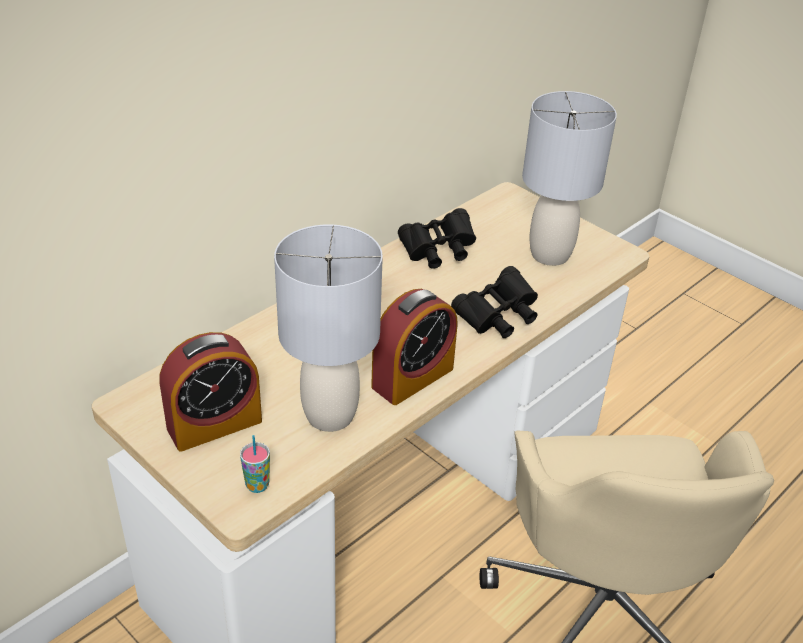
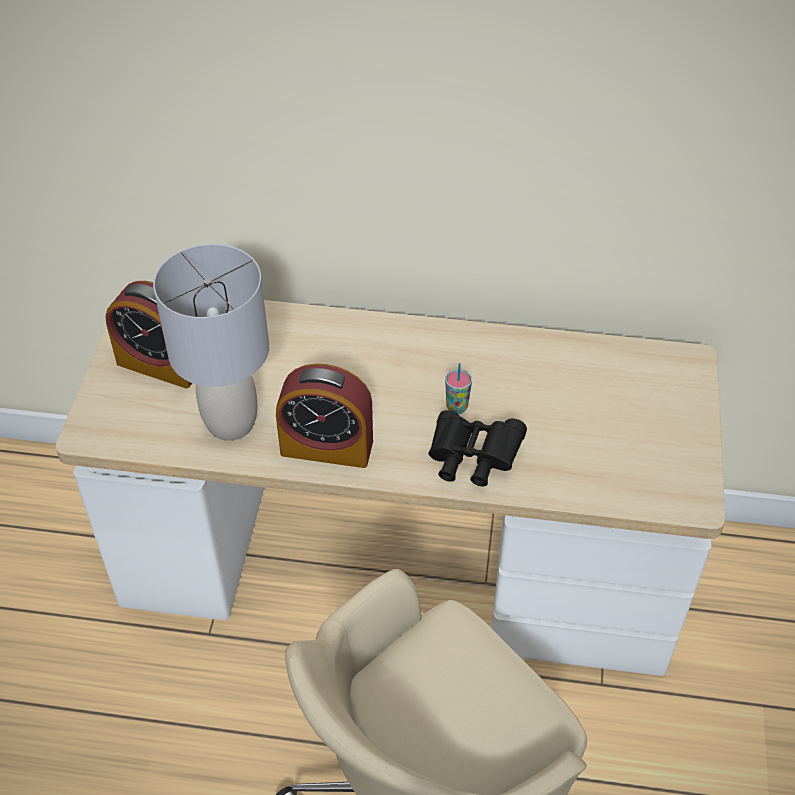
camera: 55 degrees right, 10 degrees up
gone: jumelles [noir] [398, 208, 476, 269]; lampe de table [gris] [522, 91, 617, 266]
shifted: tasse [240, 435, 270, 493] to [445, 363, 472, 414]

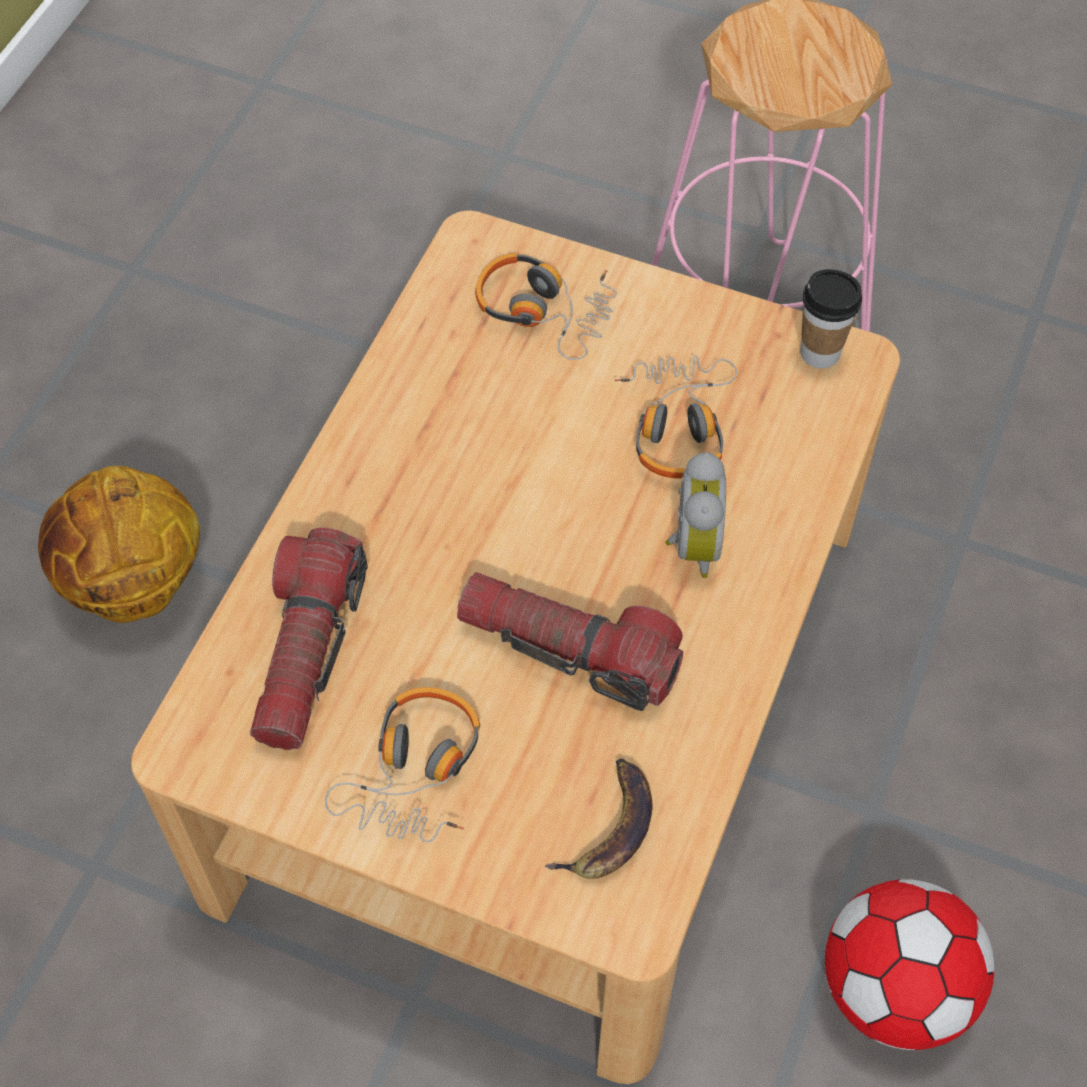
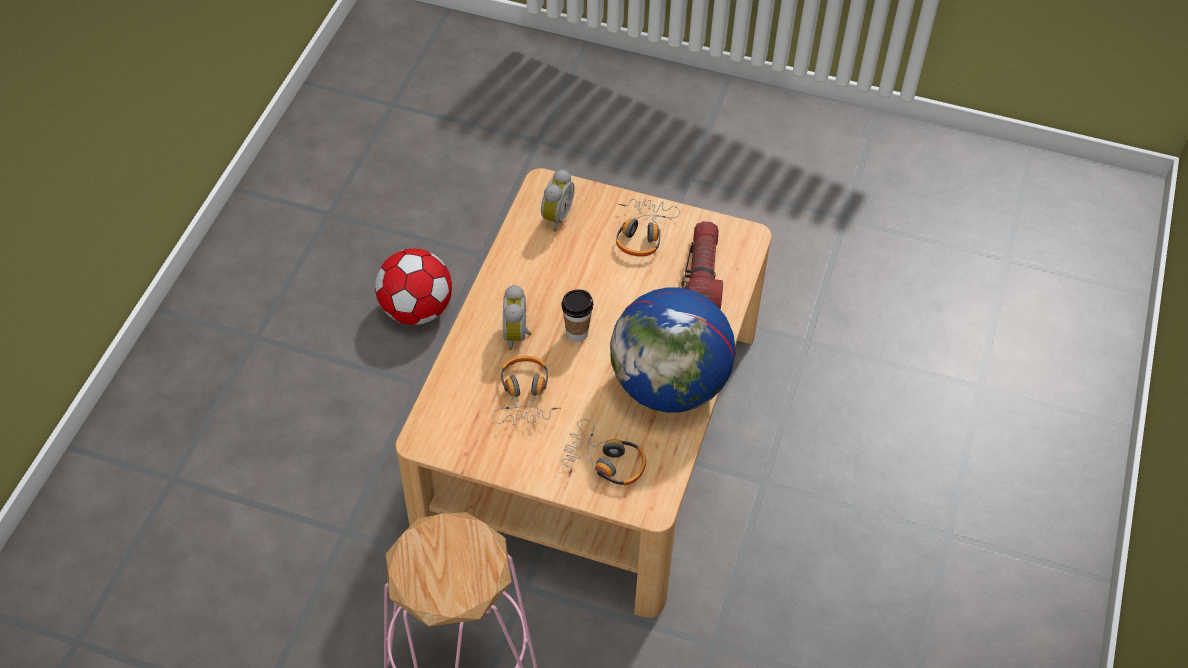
camera: 175 degrees right, 5 degrees down
gone: ballon de basket [38, 466, 200, 623]; lampe de poche [457, 572, 683, 711]
new: globe [610, 288, 736, 413]
shifted: tasse [801, 269, 862, 368] to [562, 290, 593, 342]
swapped: banane [545, 758, 653, 879] to réveil [541, 169, 575, 232]

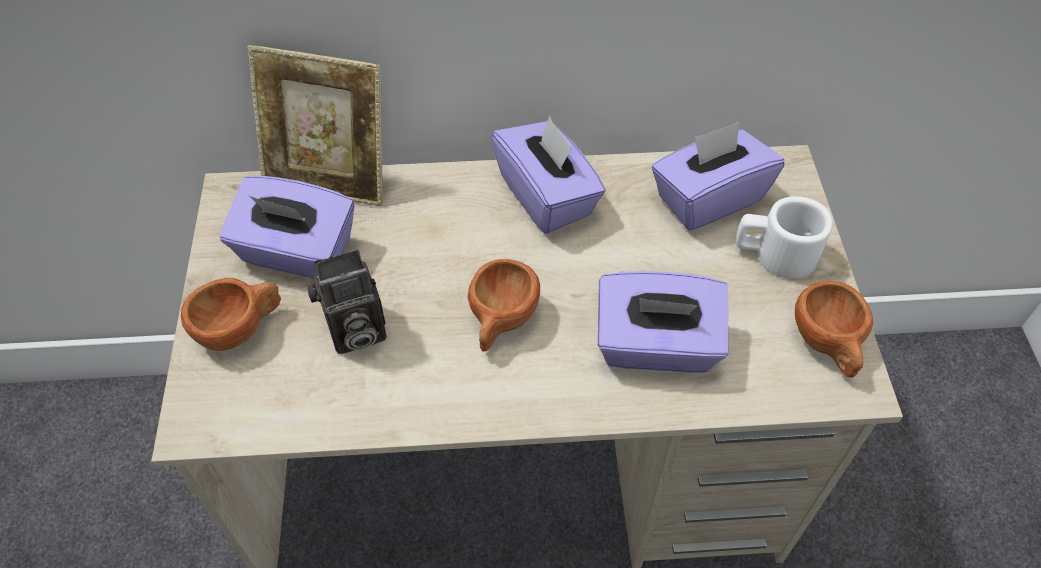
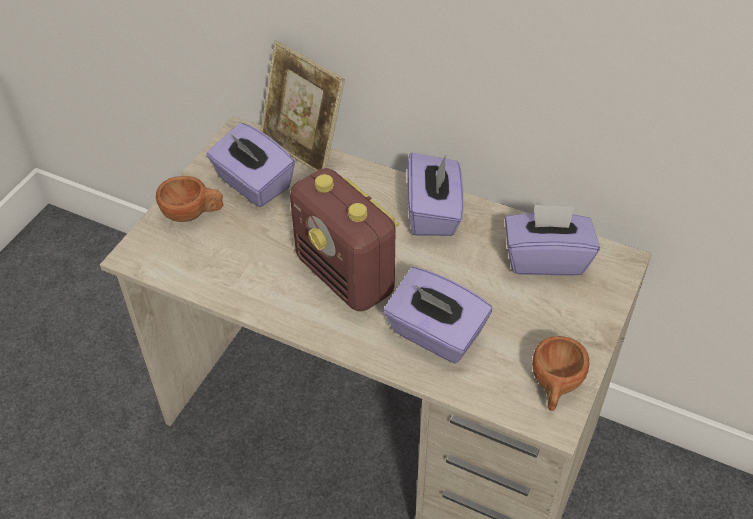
camera: 30 degrees right, 5 degrees down
gone: appareil photo [307, 249, 386, 354]; mug [blanc] [736, 196, 832, 279]
swapped: tasse [marron] [468, 259, 540, 351] to radio [290, 168, 399, 311]

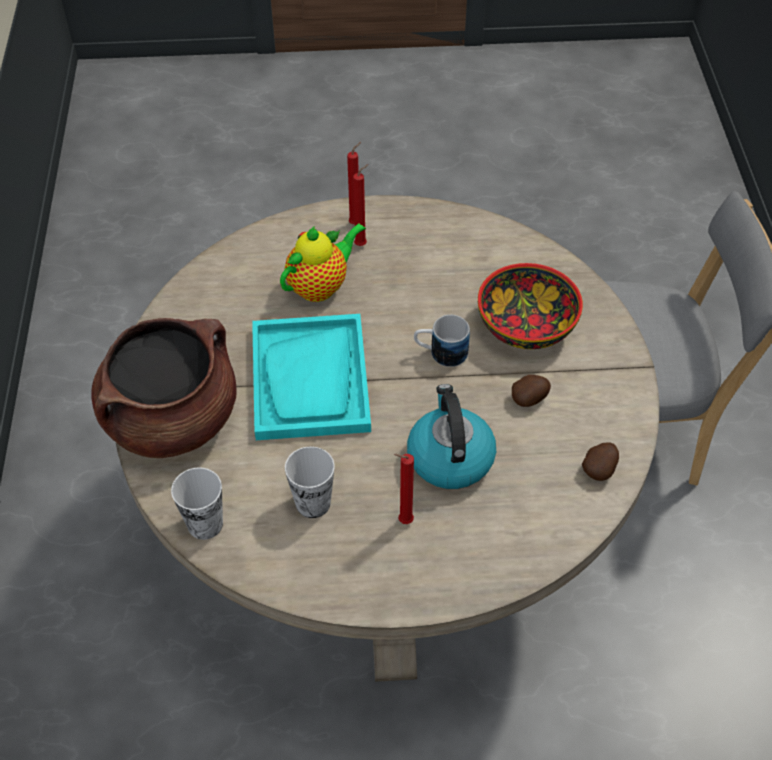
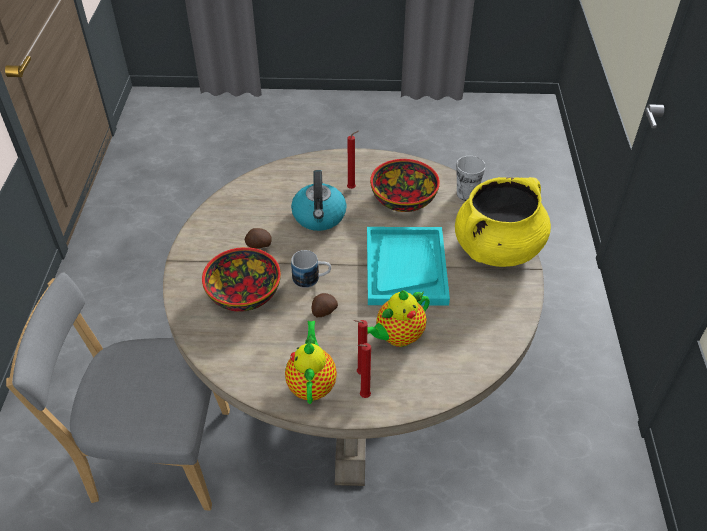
camera: 175 degrees left, 5 degrees down
new: théière [285, 321, 337, 404]
shifted: pomme de terre [582, 442, 619, 481] to [312, 293, 338, 317]
swapped: tasse [285, 446, 334, 518] to bol [370, 159, 440, 212]
repainted: marmite [marron] [91, 318, 237, 458] to marmite [jaune] [455, 177, 551, 267]

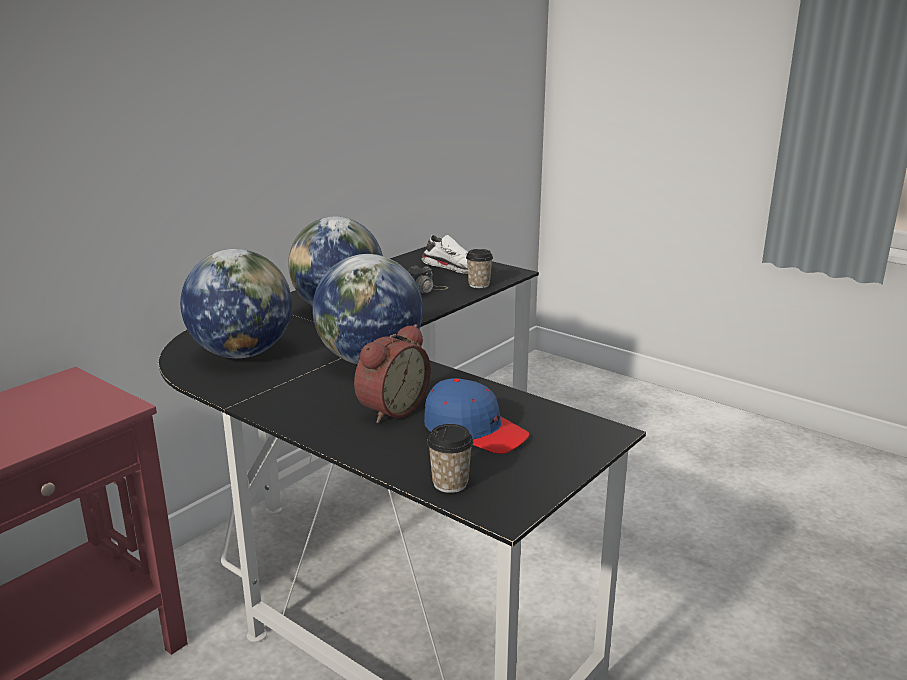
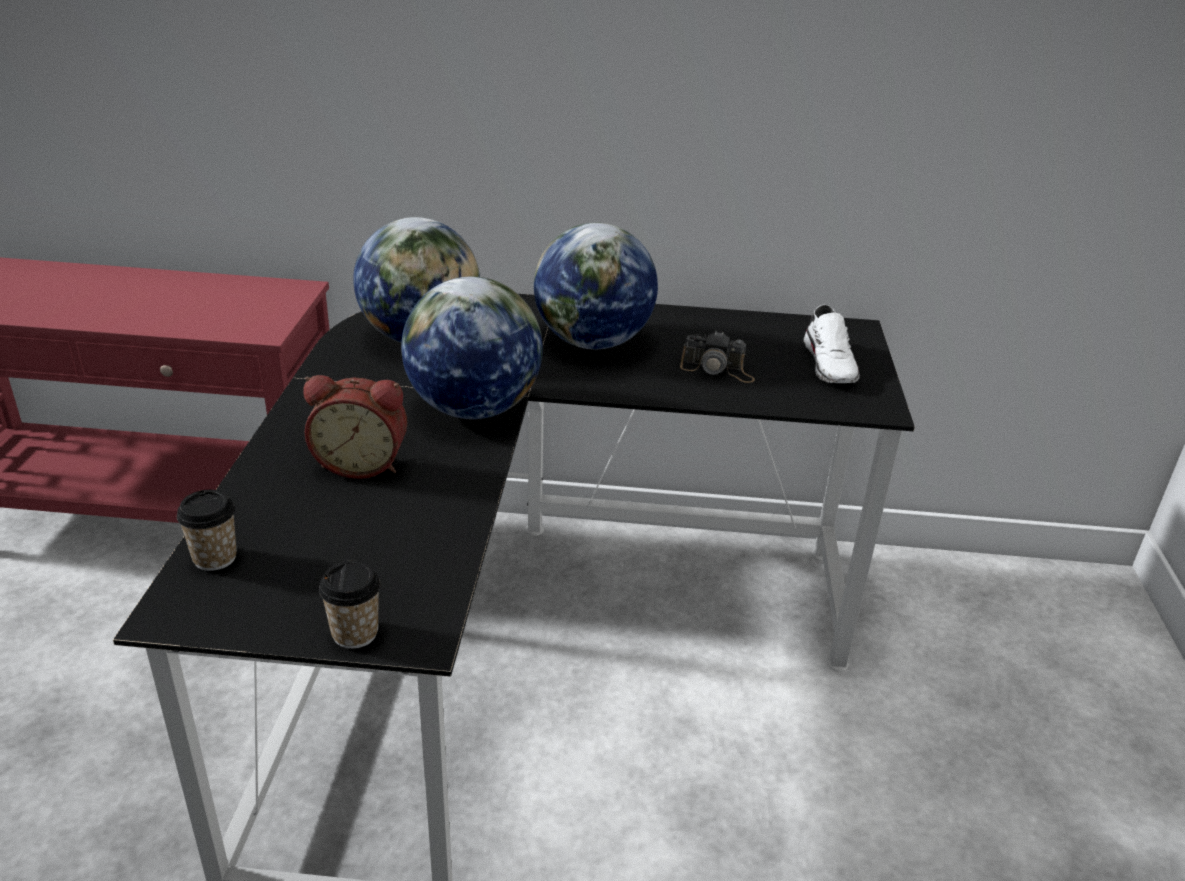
camera: 55 degrees right, 10 degrees up
gone: casquette [bleu] [424, 378, 530, 454]
shifted: tasse [466, 249, 493, 288] to [319, 560, 381, 649]

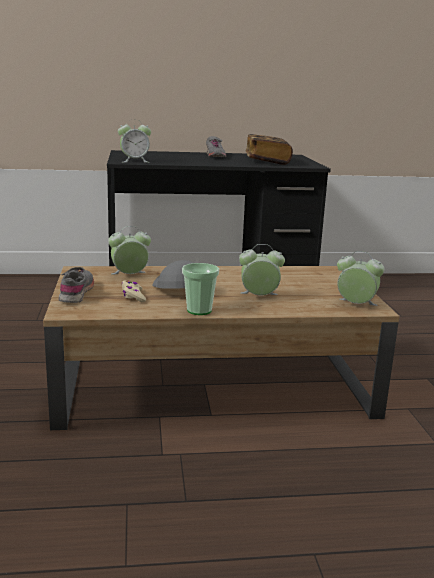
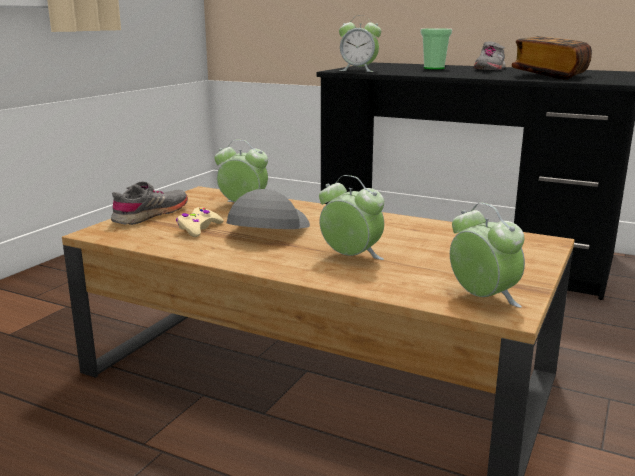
camera: 35 degrees right, 0 degrees up
shifted: tasse [182, 263, 219, 315] to [420, 28, 452, 69]

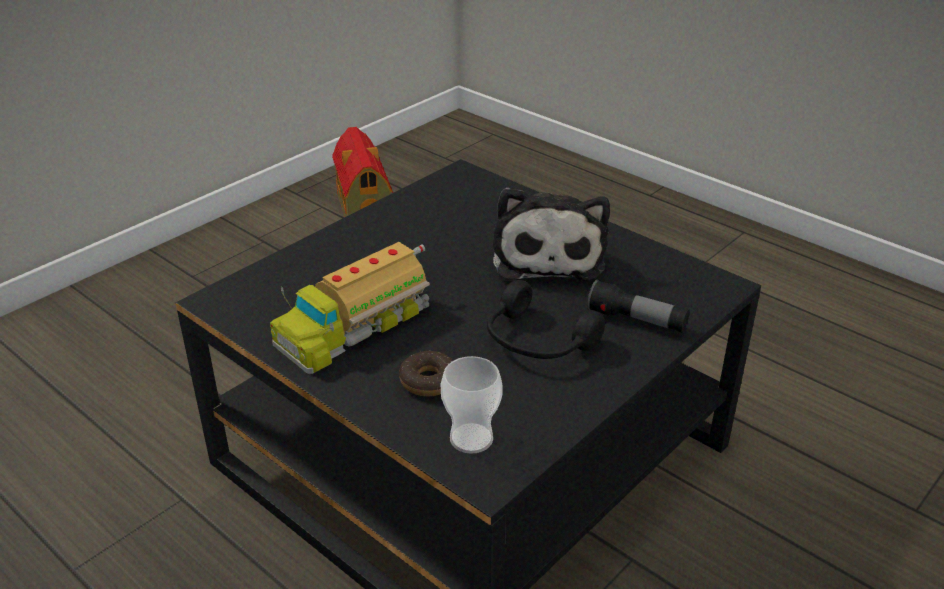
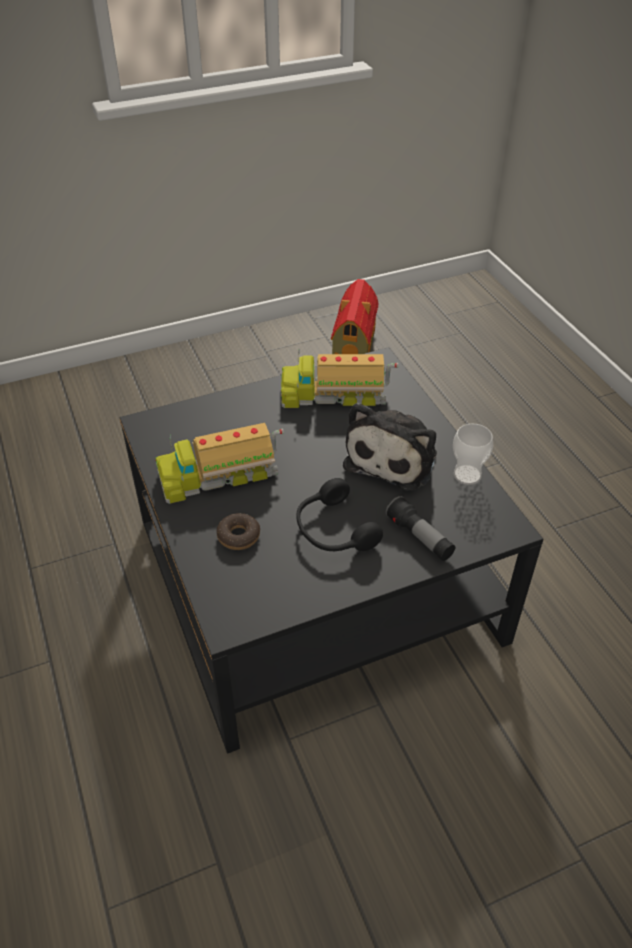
camera: 25 degrees right, 10 degrees up
new: camion jouet [281, 349, 398, 408]
shifted: tasse [441, 356, 503, 454] to [453, 424, 493, 485]

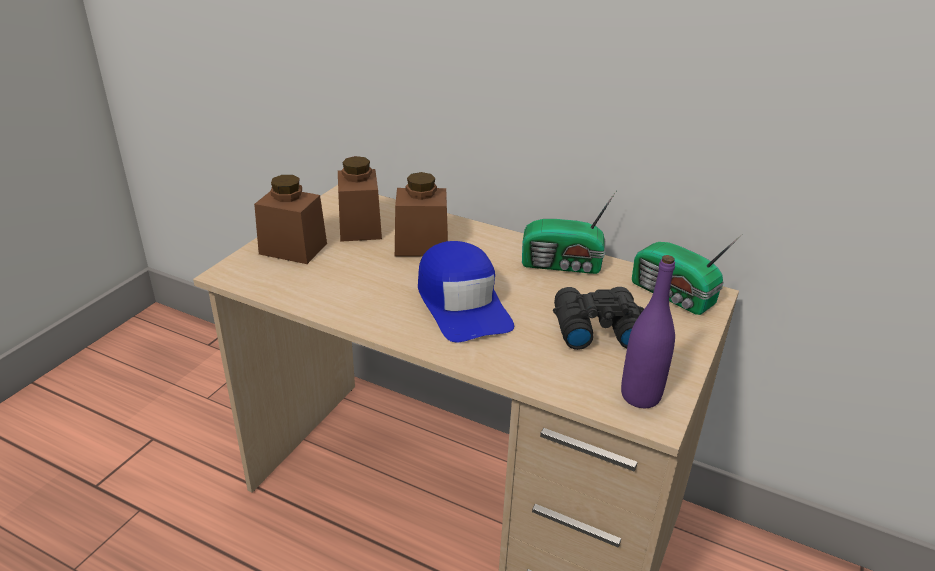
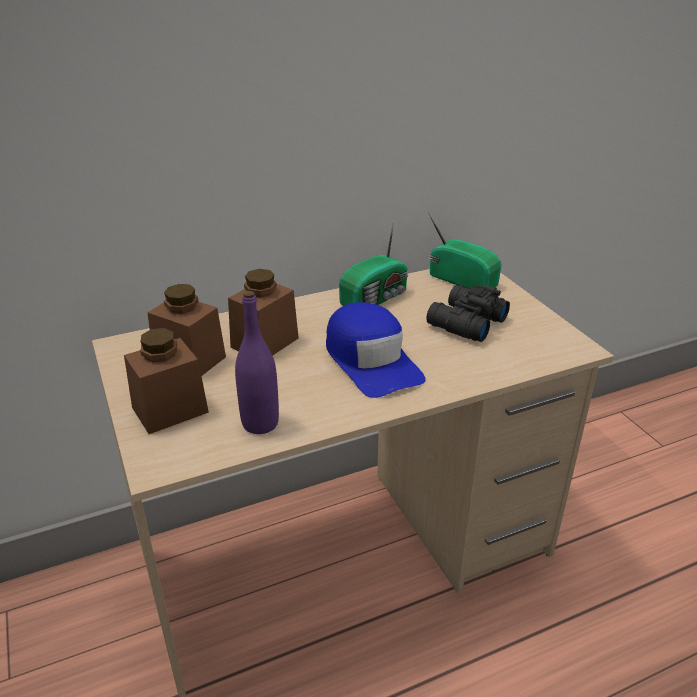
camera: 50 degrees left, 0 degrees up
shifted: bouteille [violet] [621, 255, 675, 408] to [235, 291, 279, 434]
rotated: casquette [bleu] [418, 241, 514, 342] = [326, 302, 426, 398] 45 degrees clockwise; radio [632, 234, 743, 315] = [428, 212, 502, 289] 135 degrees counterclockwise

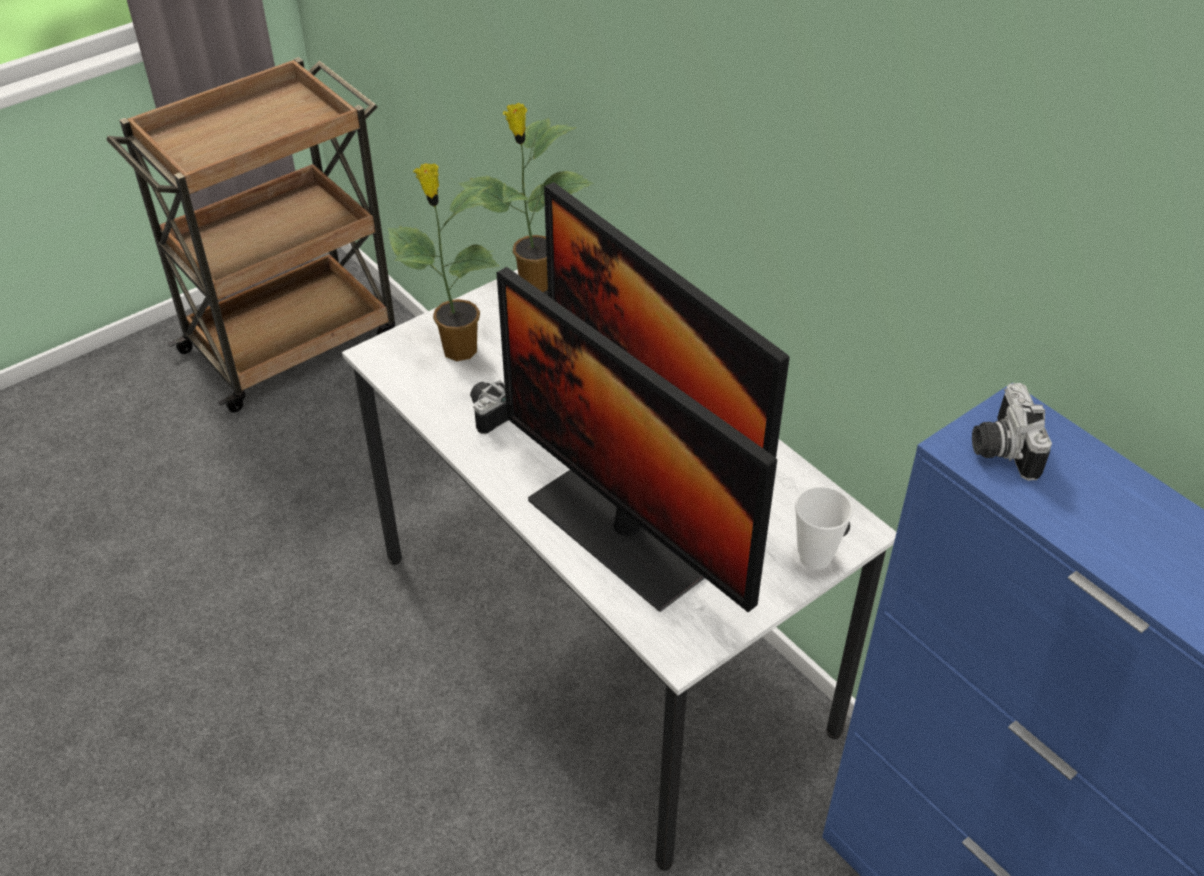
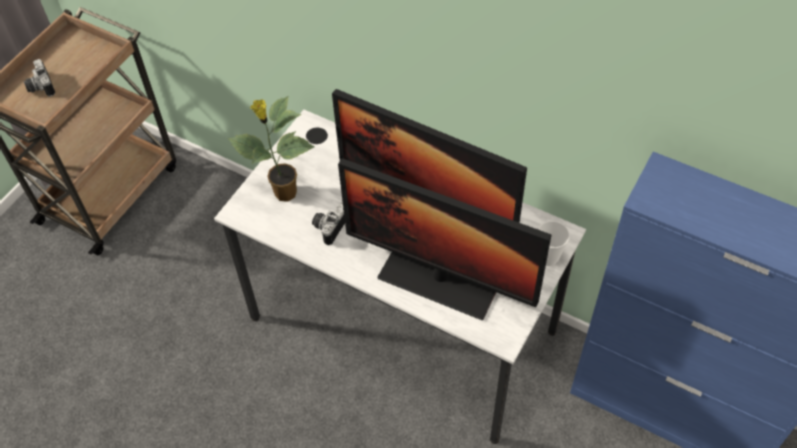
camera: 20 degrees left, 10 degrees up
gone: plante en pot [459, 103, 593, 292]
shifted: appareil photo [972, 383, 1052, 481] to [24, 59, 55, 97]

